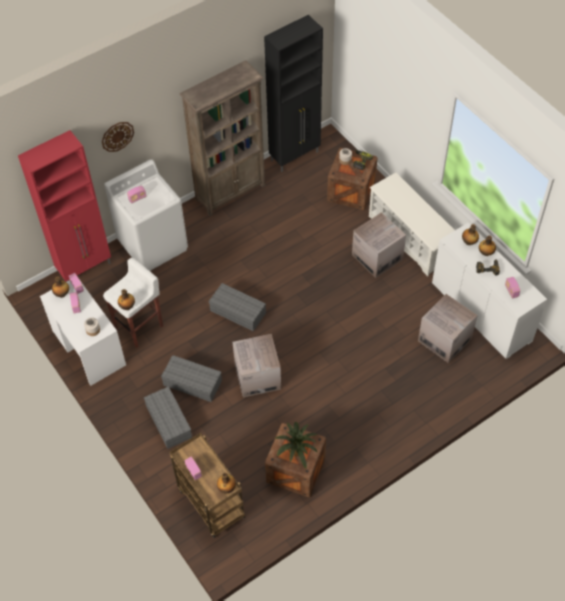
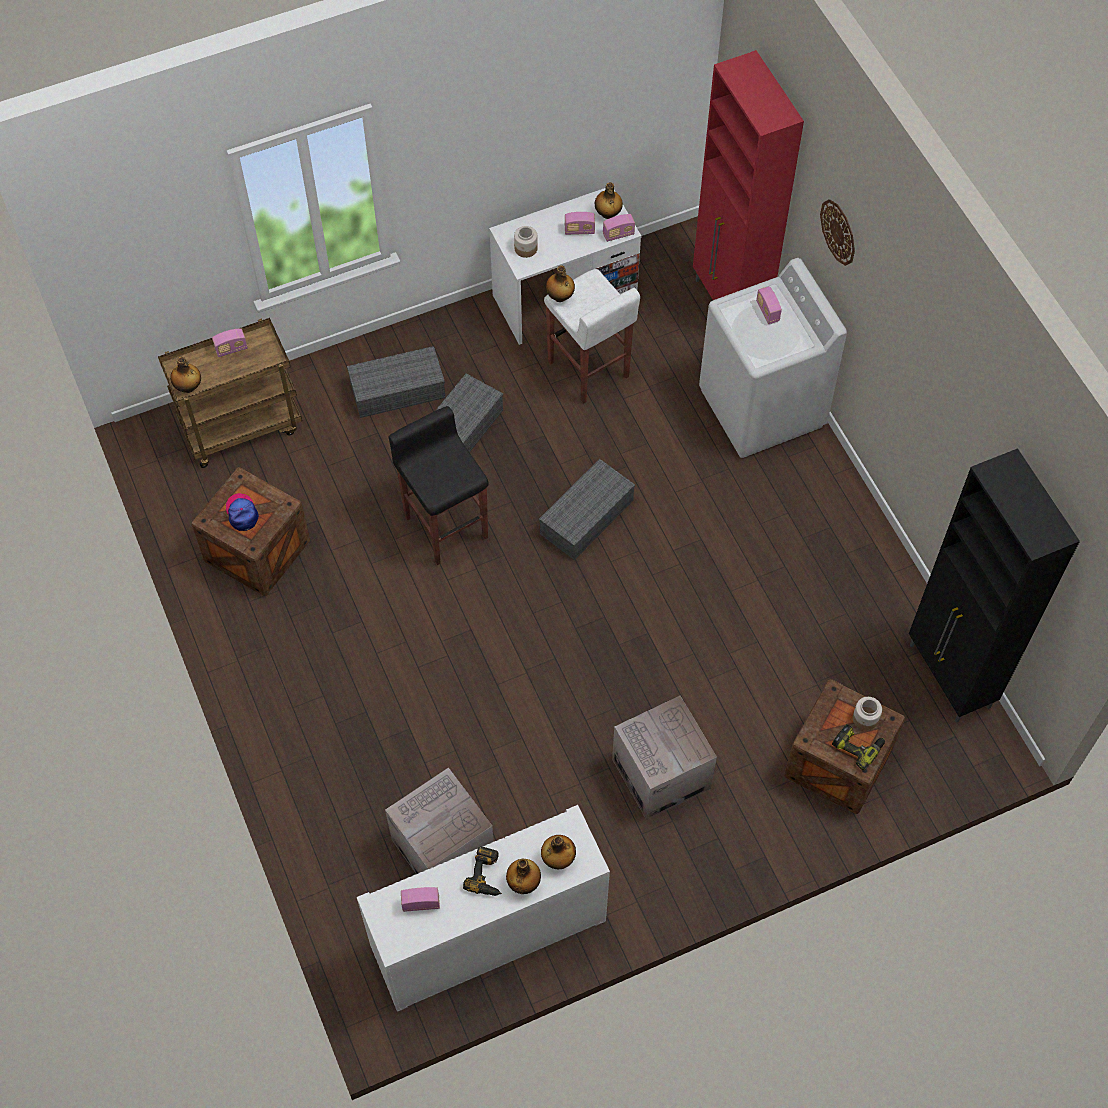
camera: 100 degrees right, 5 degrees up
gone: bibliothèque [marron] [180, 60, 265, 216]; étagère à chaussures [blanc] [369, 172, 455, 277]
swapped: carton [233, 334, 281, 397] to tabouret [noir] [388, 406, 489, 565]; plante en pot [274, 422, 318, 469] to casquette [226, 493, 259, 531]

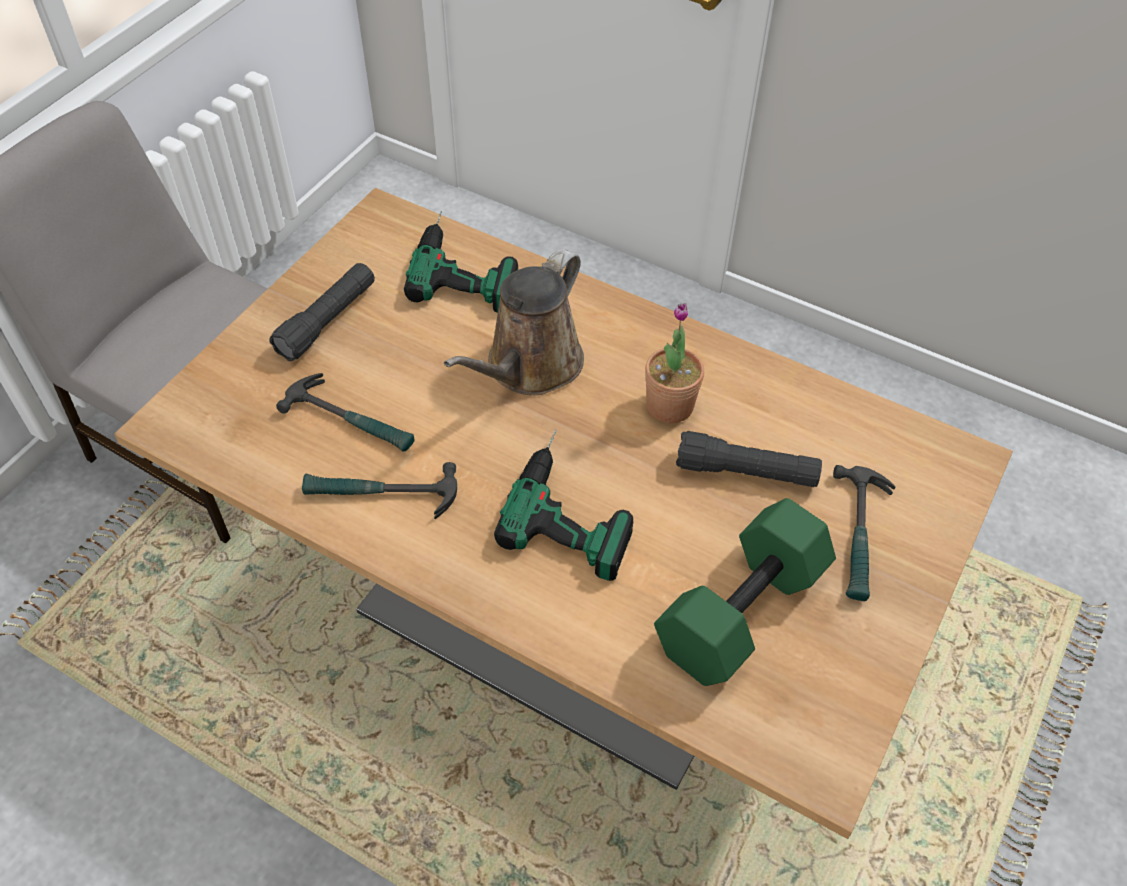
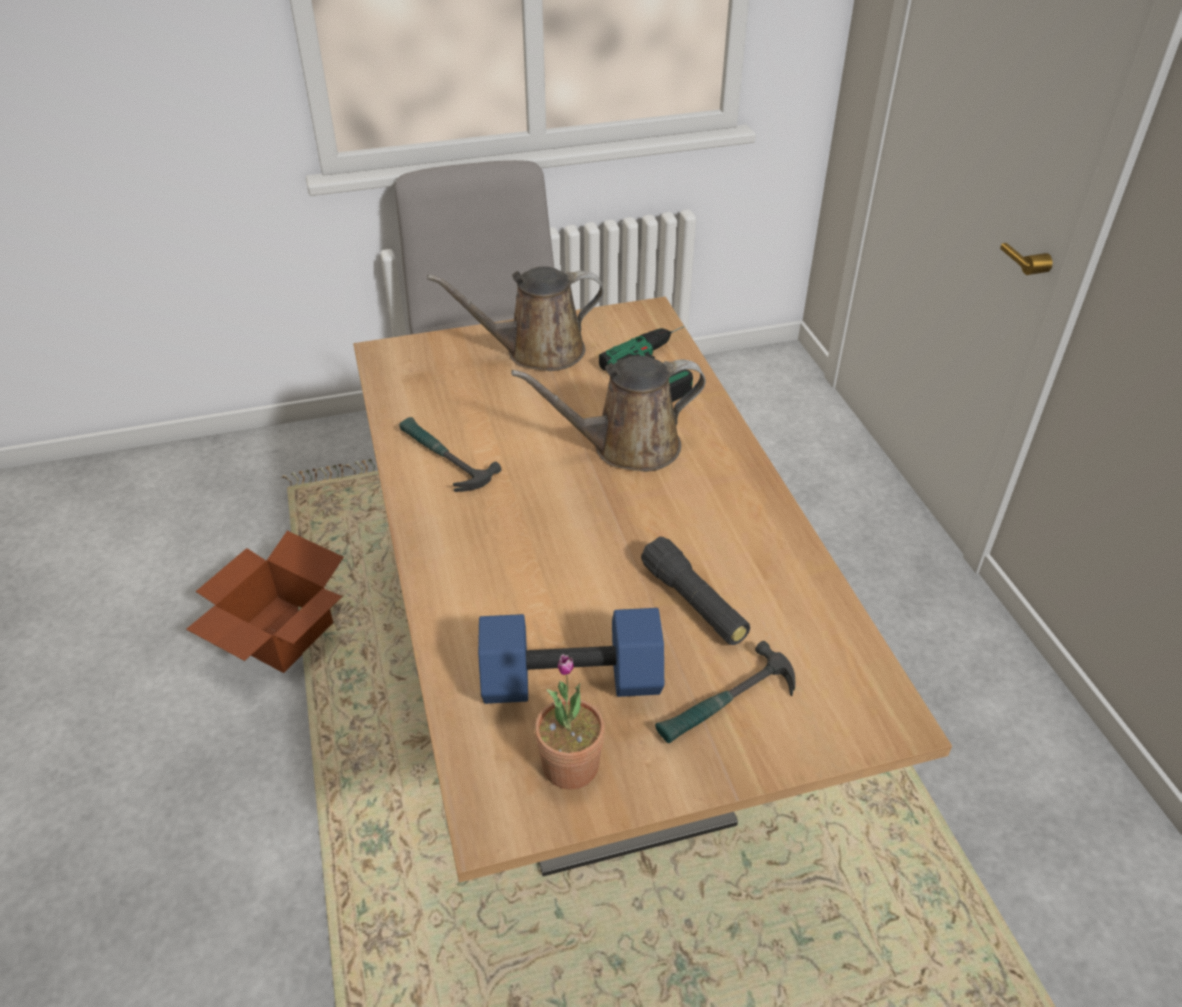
camera: 45 degrees right, 10 degrees down
gone: marteau [276, 373, 415, 452]; perceuse [494, 430, 633, 581]
new: carton [186, 531, 344, 673]
shifted: plante en pot [645, 303, 704, 423] to [535, 654, 605, 789]
swapped: lampe de poche [noir] [270, 263, 375, 361] to arrosoir [marron] [427, 266, 604, 371]
repainted: haltère [vert] [654, 498, 836, 686] to haltère [bleu] [478, 608, 664, 704]

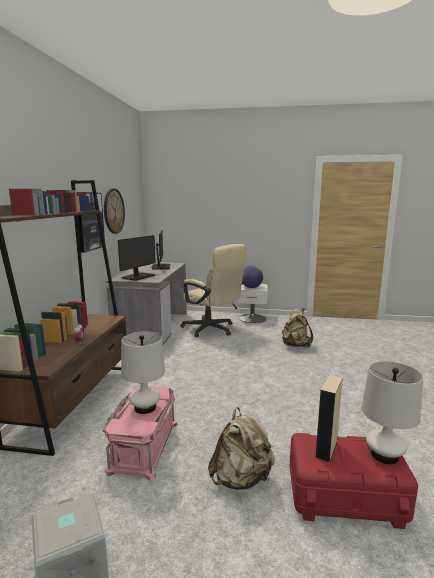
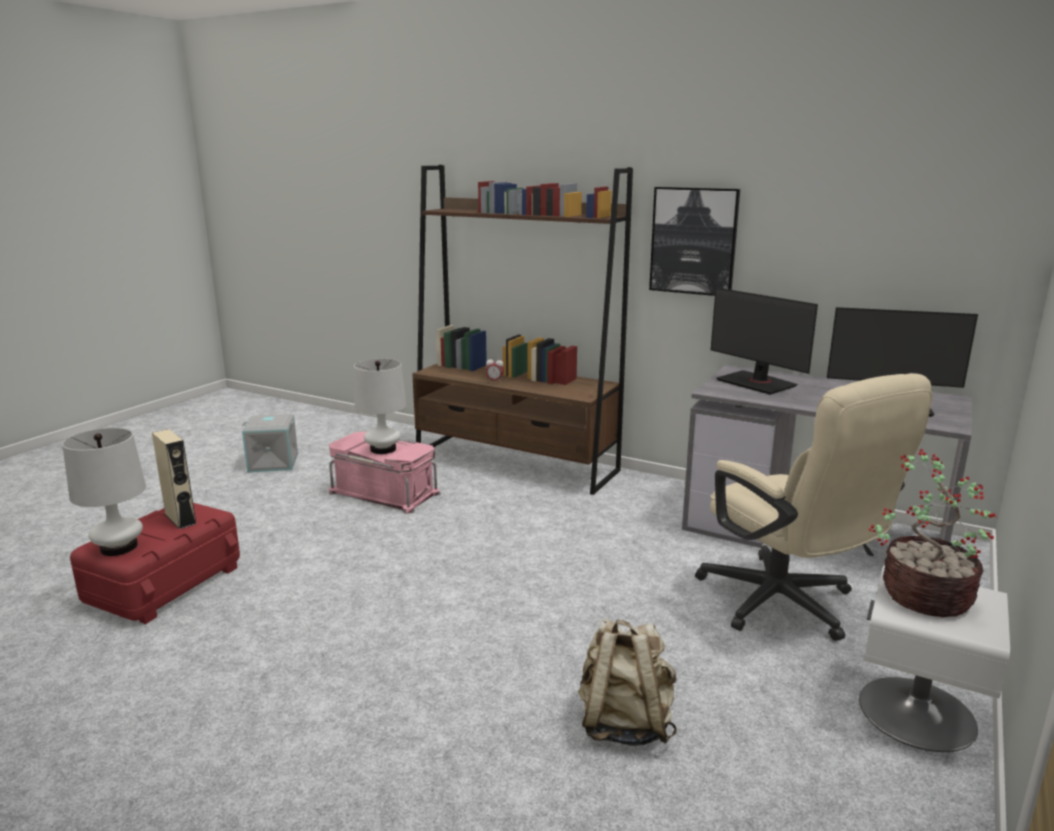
camera: 110 degrees right, 5 degrees up
gone: horloge murale [104, 189, 125, 234]; sac à dos [beige] [208, 407, 275, 490]
swapped: globe [242, 265, 263, 288] to plante en pot [868, 449, 997, 618]
rotated: chaise de bureau [beige] [181, 244, 247, 338] = [695, 373, 932, 641] 90 degrees counterclockwise

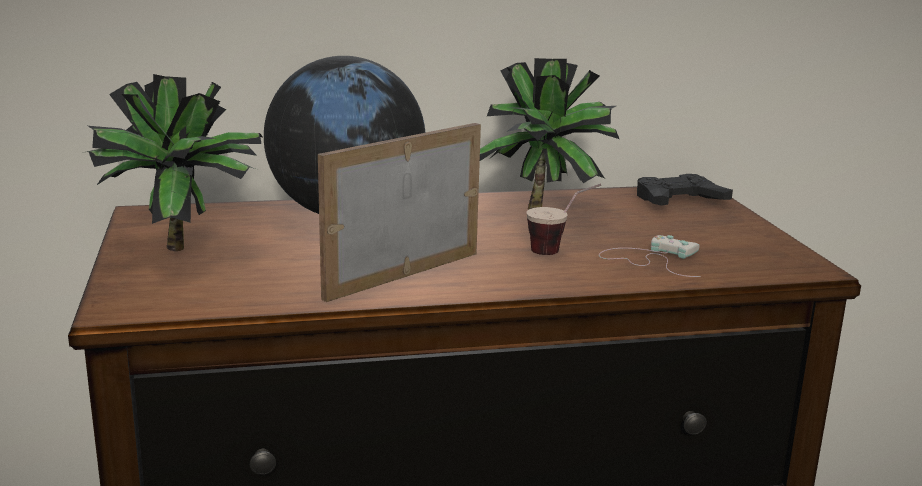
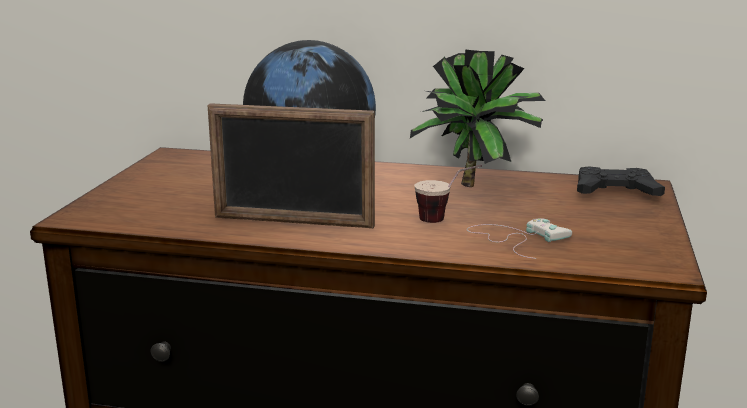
camera: 25 degrees right, 0 degrees up
gone: plante en pot [82, 74, 263, 251]
rotated: cadre photo [318, 123, 481, 302] = [207, 103, 375, 228] 150 degrees counterclockwise

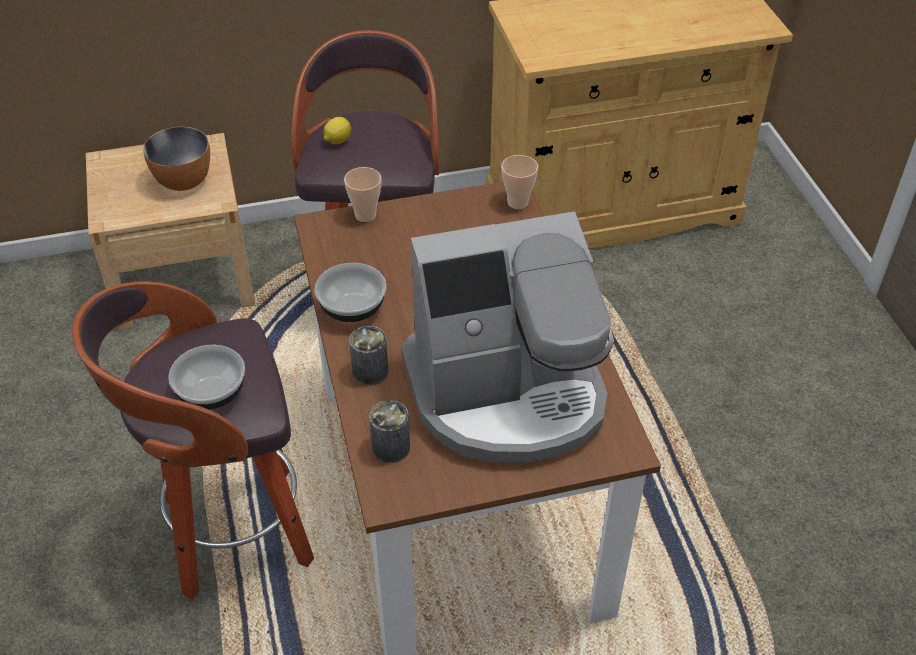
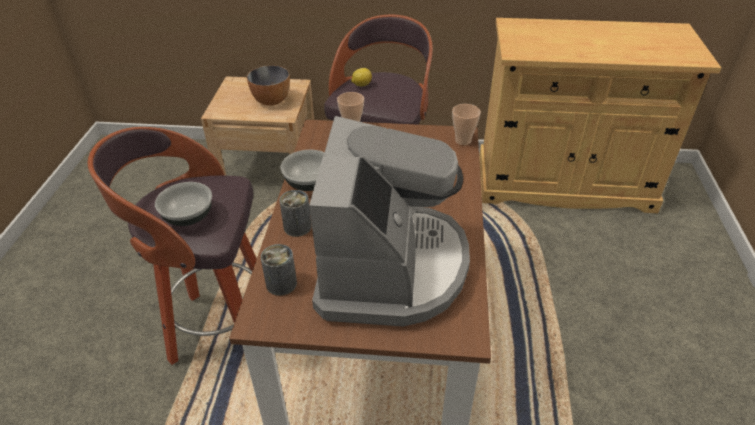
camera: 20 degrees right, 5 degrees down
rotated: machine à café [401, 211, 614, 463] = [309, 116, 470, 326] 90 degrees counterclockwise

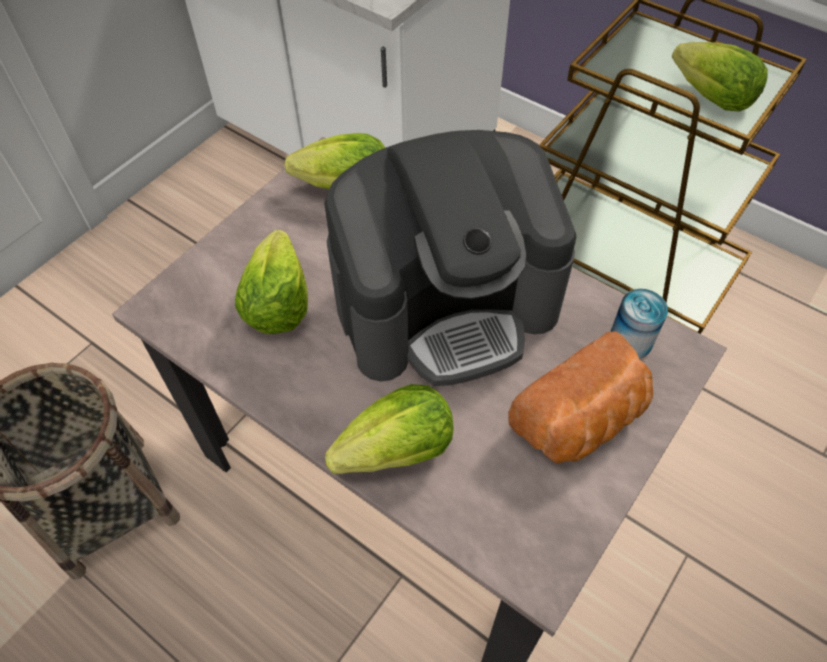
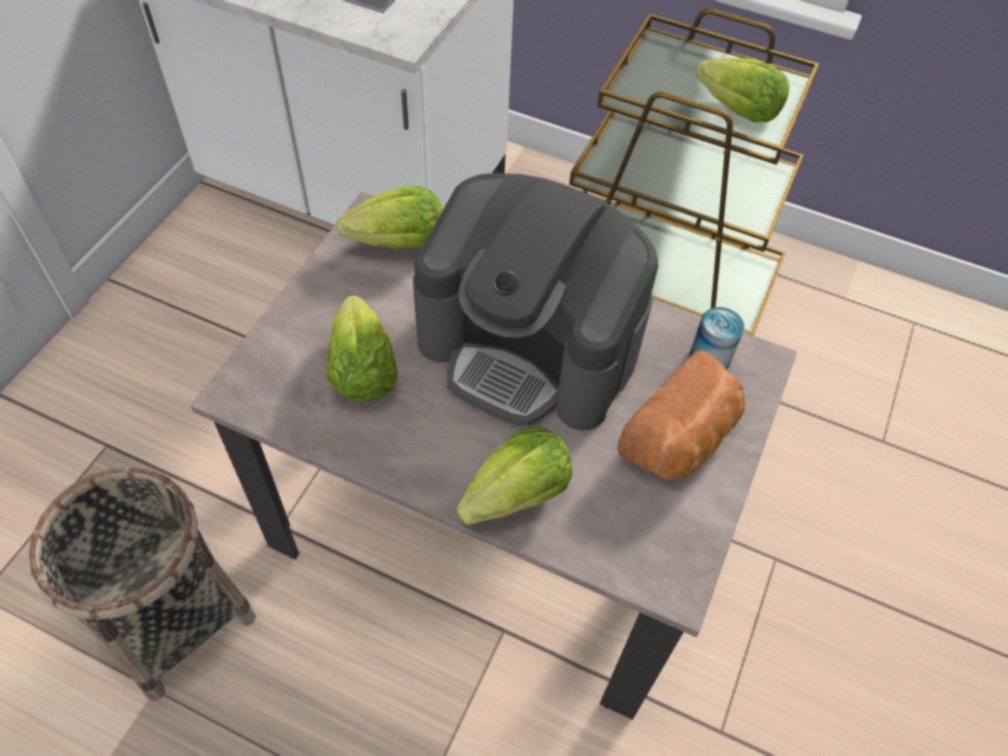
camera: 15 degrees left, 0 degrees up
rotated: machine à café [324, 130, 577, 386] = [413, 173, 658, 431] 60 degrees clockwise

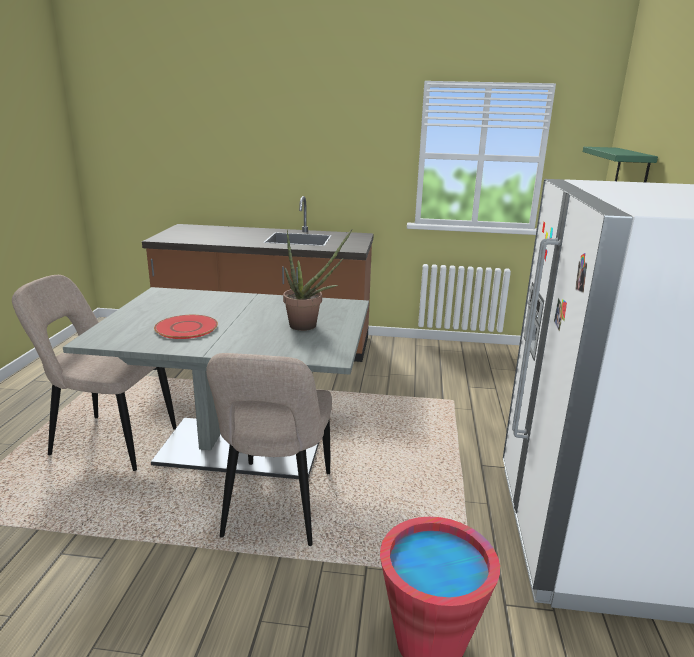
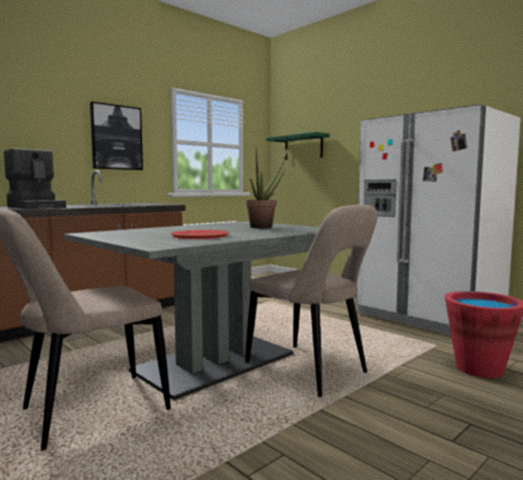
camera: 50 degrees left, 15 degrees down
new: machine à café [4, 148, 66, 209]; tableau [90, 102, 143, 170]

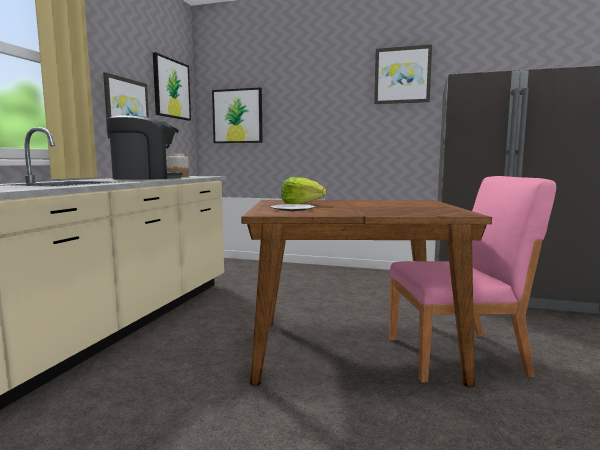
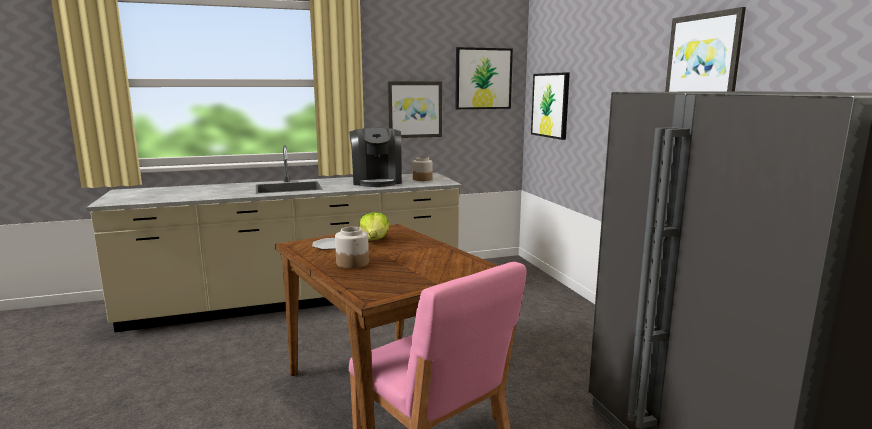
camera: 55 degrees right, 5 degrees up
new: bocal [335, 227, 369, 269]
rotated: machine à café [106, 115, 183, 180] = [349, 128, 402, 187] 45 degrees clockwise

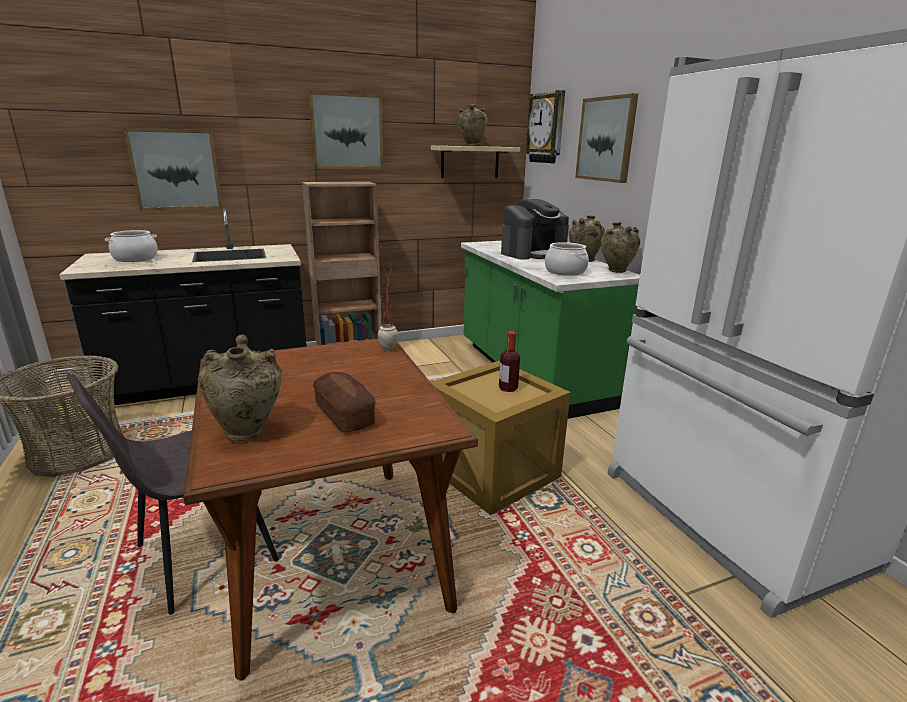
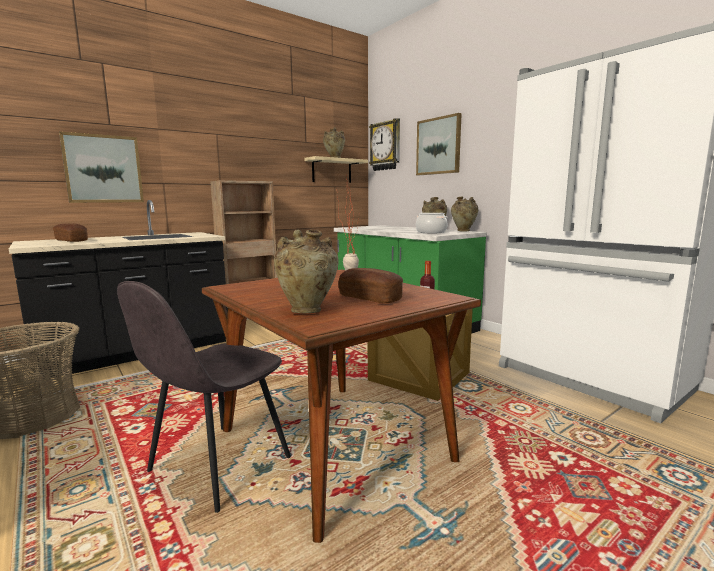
camera: 15 degrees left, 10 degrees down
gone: tableau [309, 91, 384, 169]; machine à café [501, 199, 569, 260]
swapped: marmite [105, 230, 158, 262] to pain [53, 223, 88, 242]

